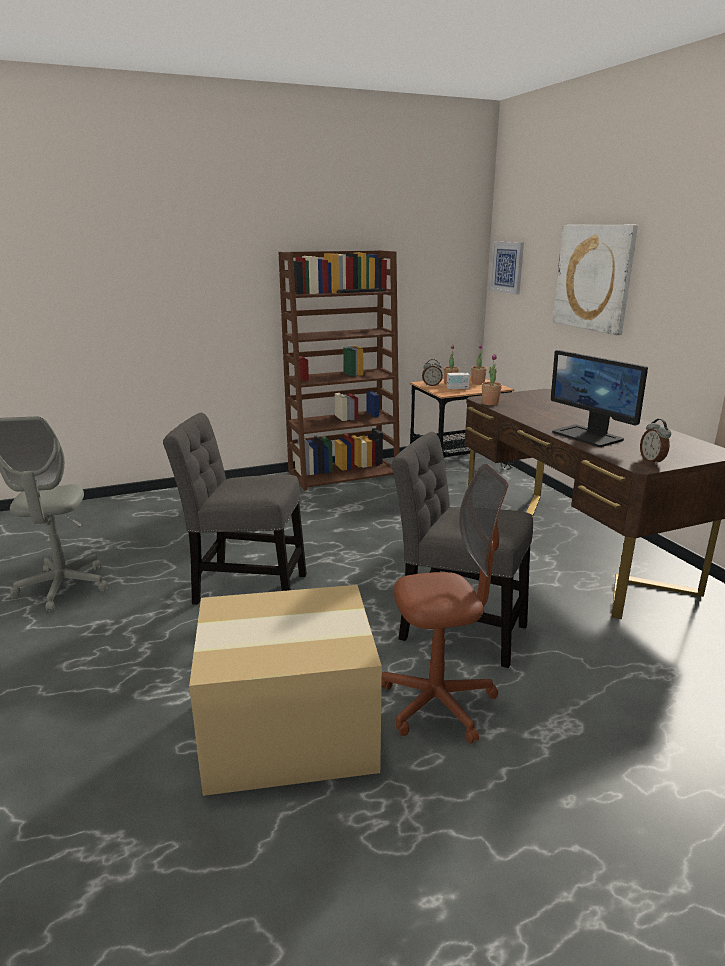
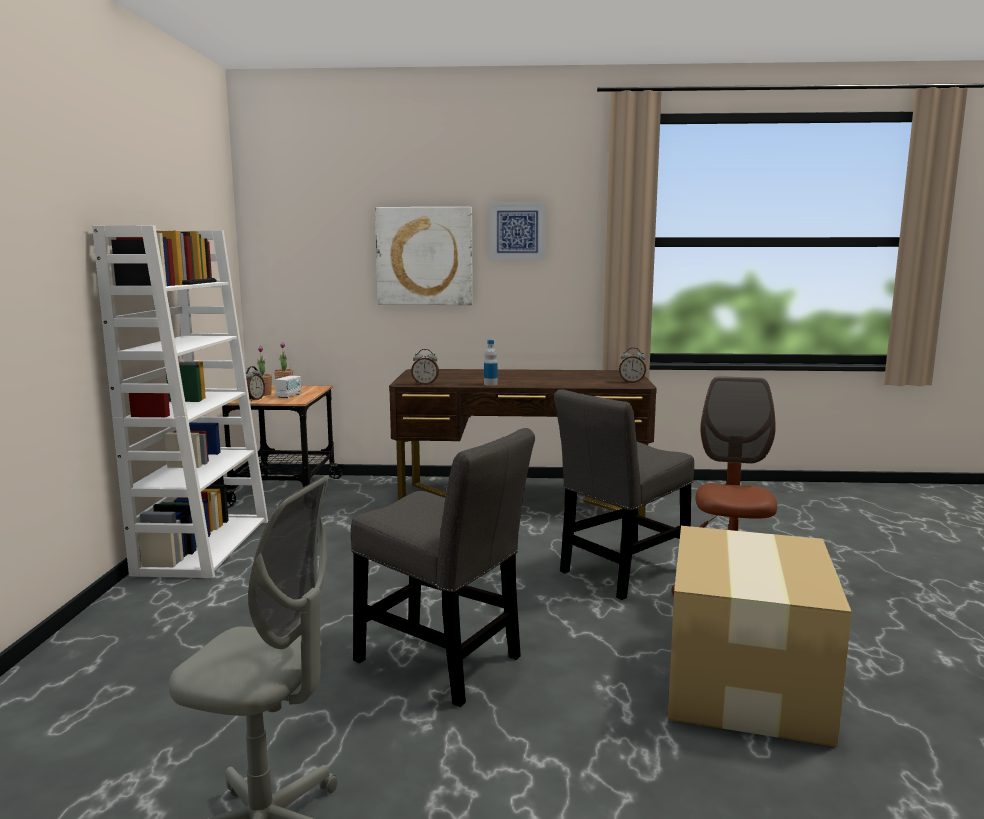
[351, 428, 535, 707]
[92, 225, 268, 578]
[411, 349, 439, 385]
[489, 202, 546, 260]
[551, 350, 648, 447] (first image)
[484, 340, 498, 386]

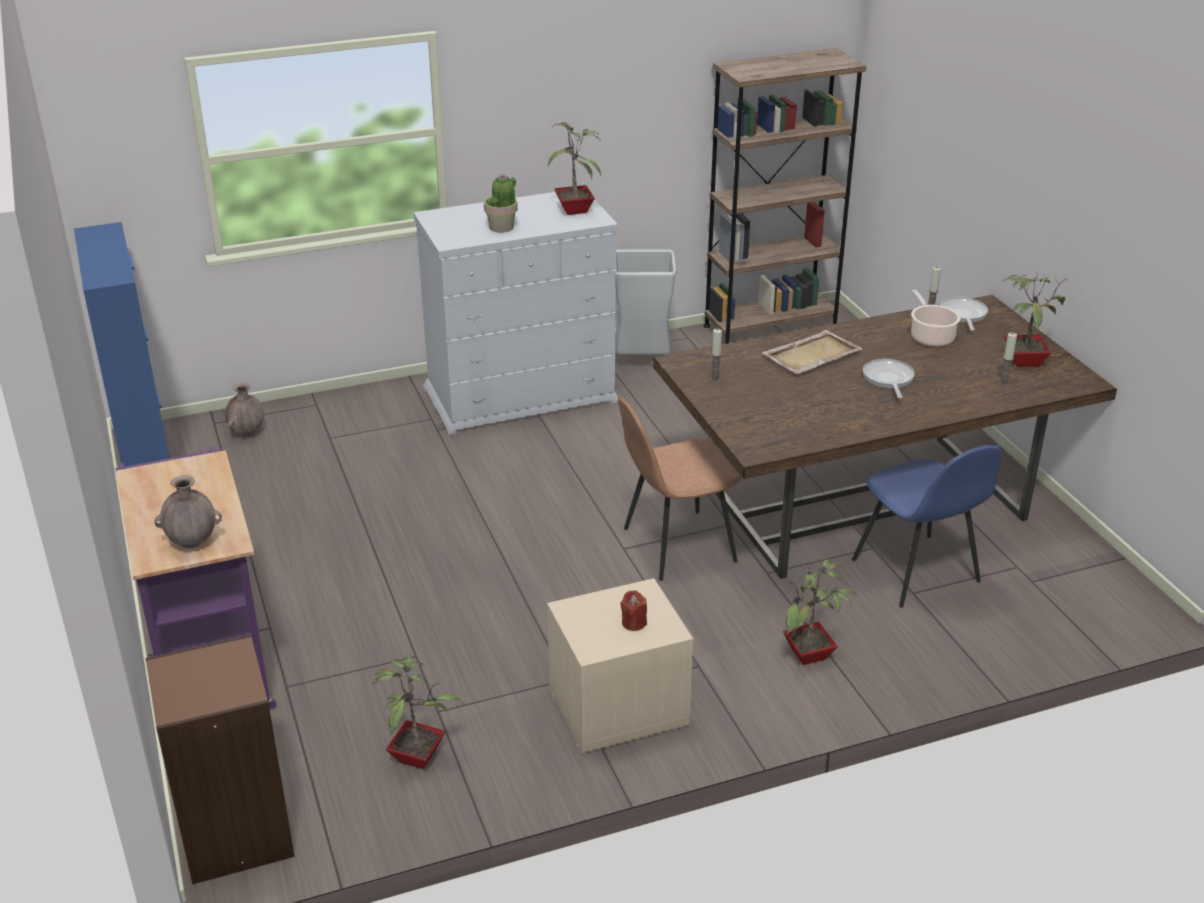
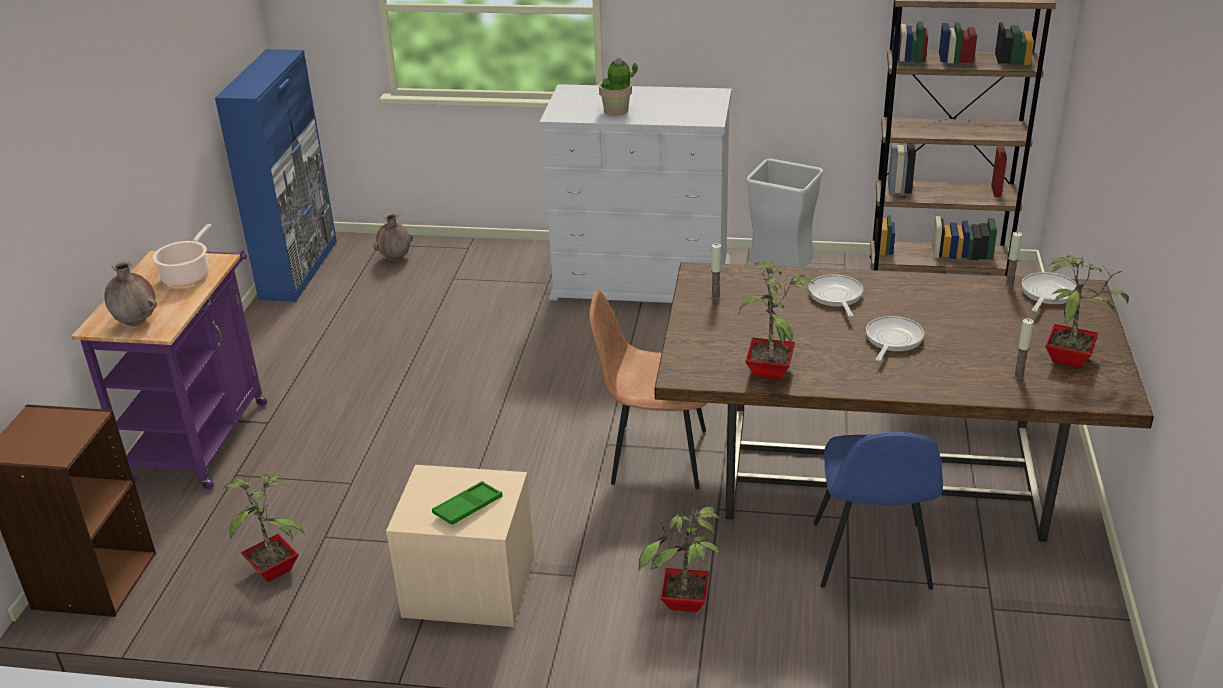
[739, 261, 814, 379]
[432, 481, 503, 525]
[808, 274, 863, 317]
[153, 224, 212, 287]

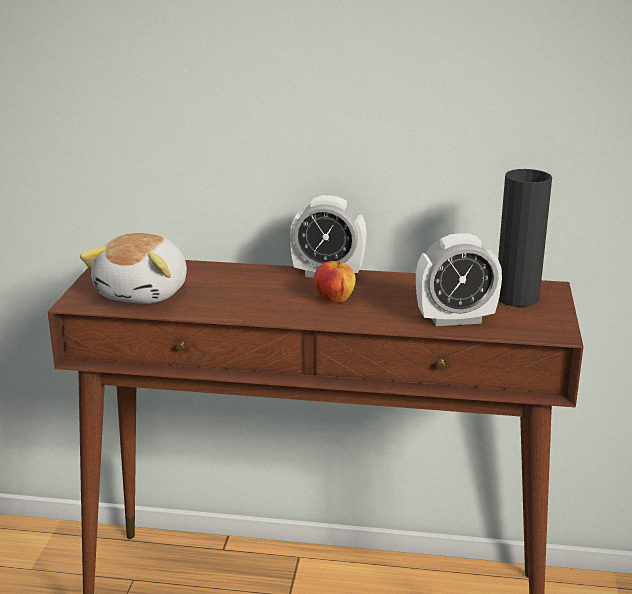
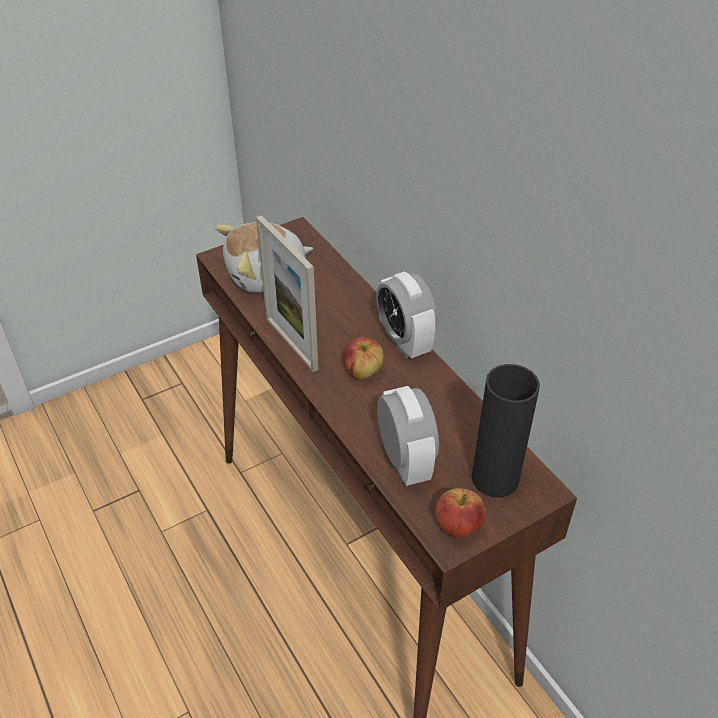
[377, 386, 439, 486]
[256, 215, 318, 372]
[435, 488, 486, 538]

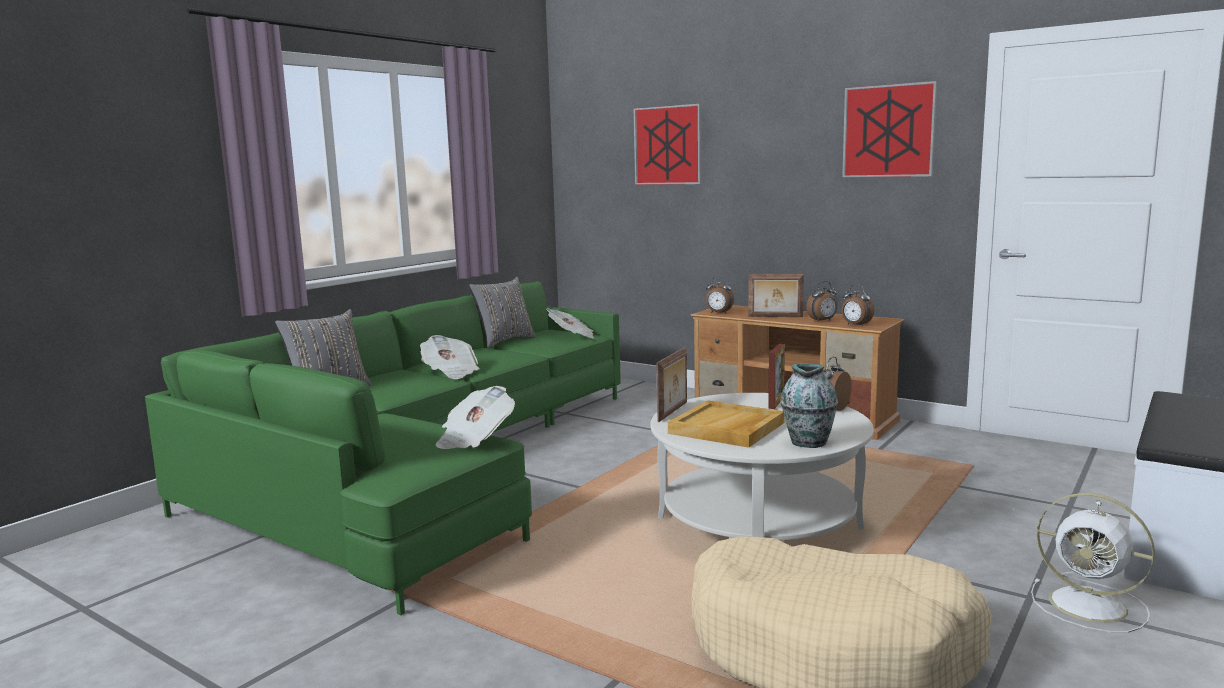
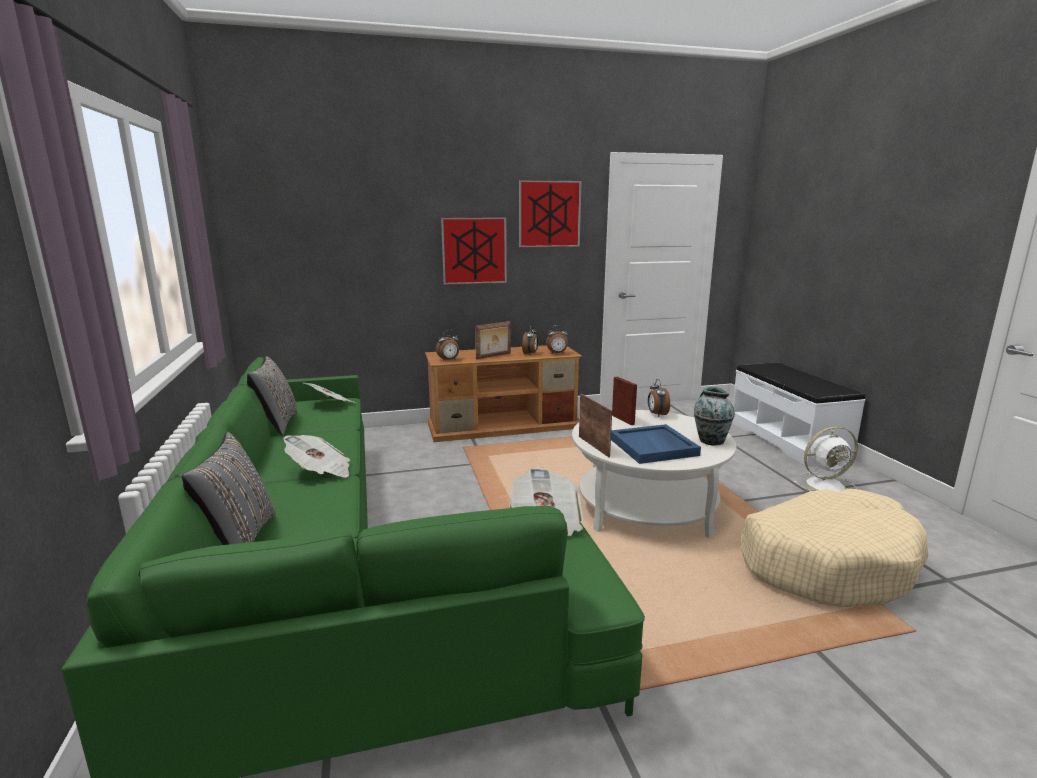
[441, 217, 507, 285]
[611, 424, 701, 464]

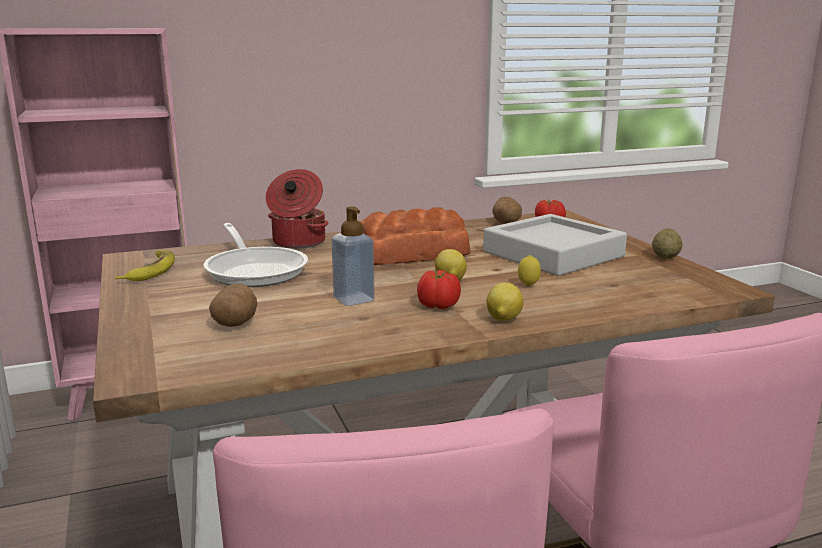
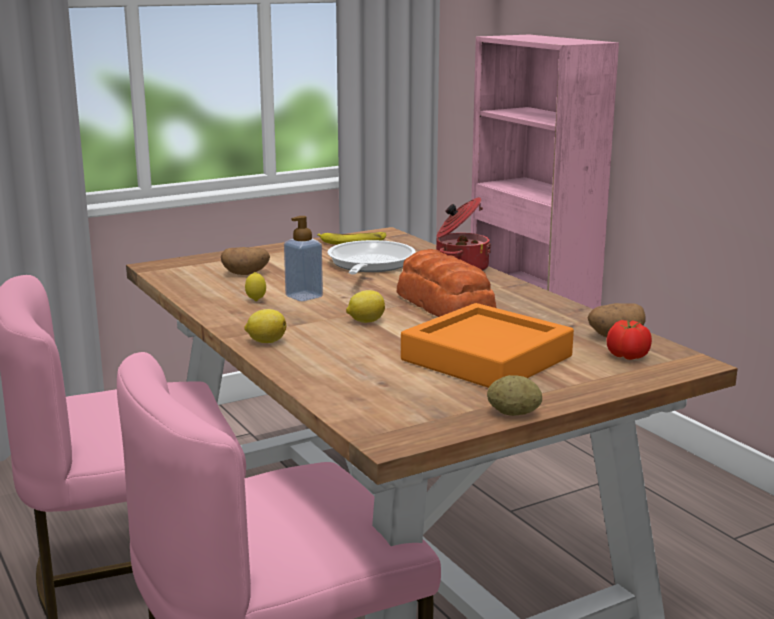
[327, 240, 416, 274]
[417, 270, 461, 309] (first image)
[401, 303, 574, 388]
[245, 272, 266, 301]

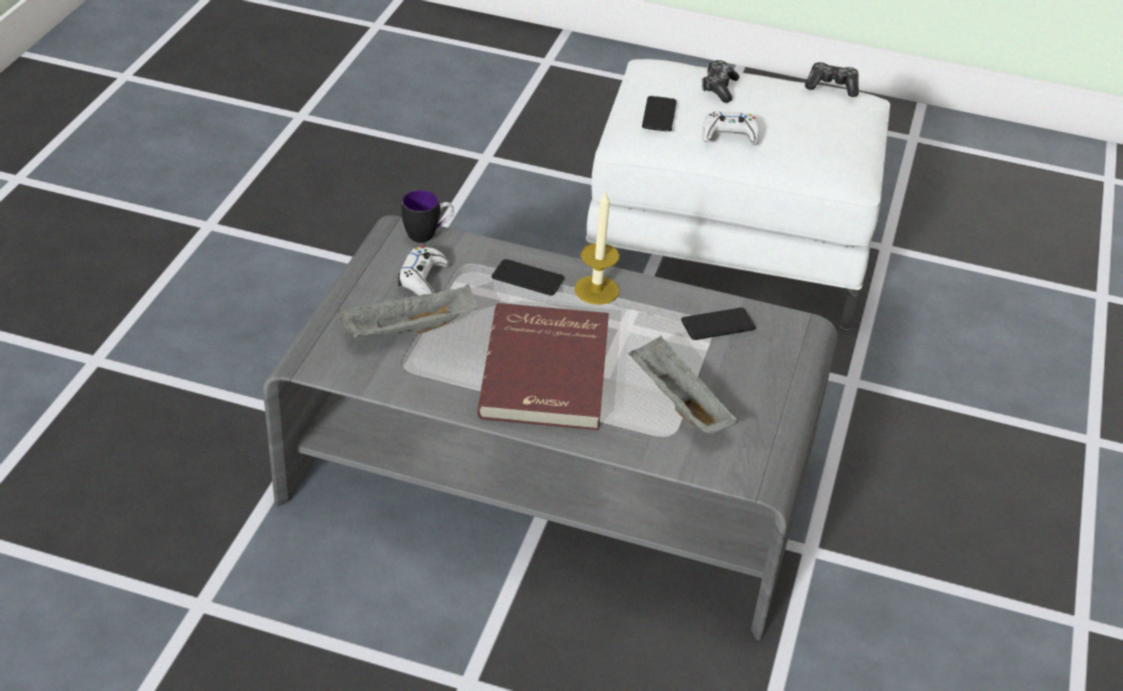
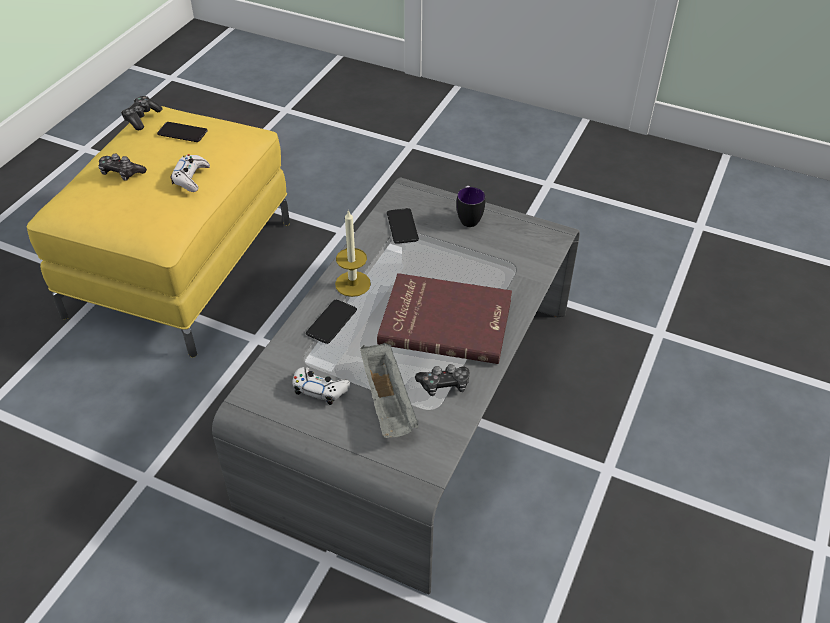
[456, 186, 485, 227]
[26, 106, 290, 357]
[628, 336, 738, 434] (first image)
[157, 122, 208, 142]
[415, 364, 470, 396]

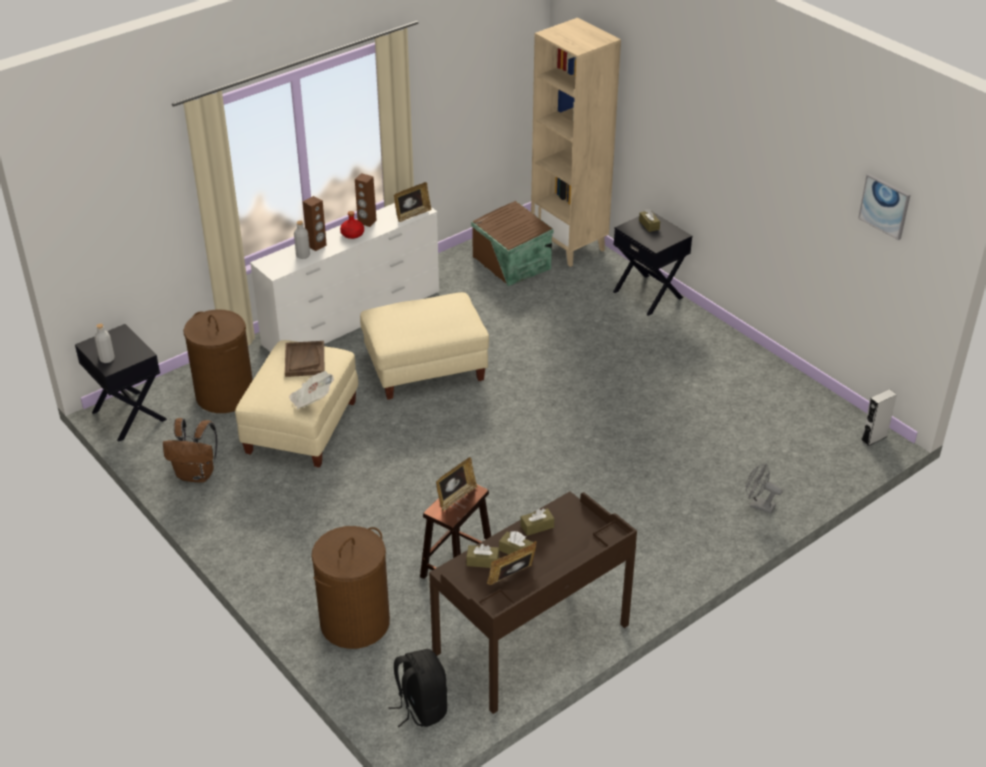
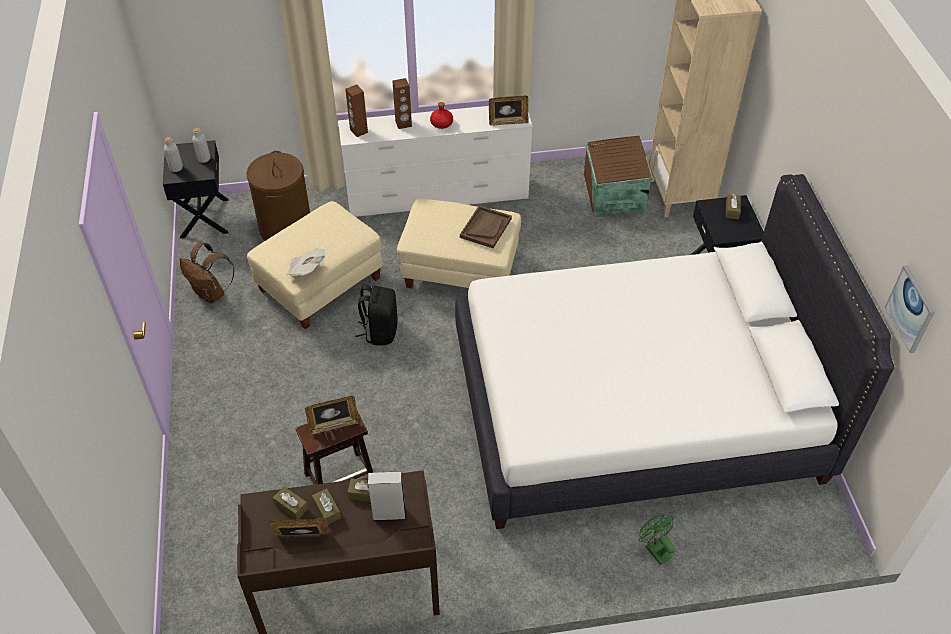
[460, 206, 512, 248]
[192, 128, 210, 163]
[311, 526, 390, 649] (first image)
[345, 85, 368, 137]
[355, 285, 398, 345]
[639, 514, 675, 565]
[368, 471, 406, 521]
[455, 174, 894, 529]

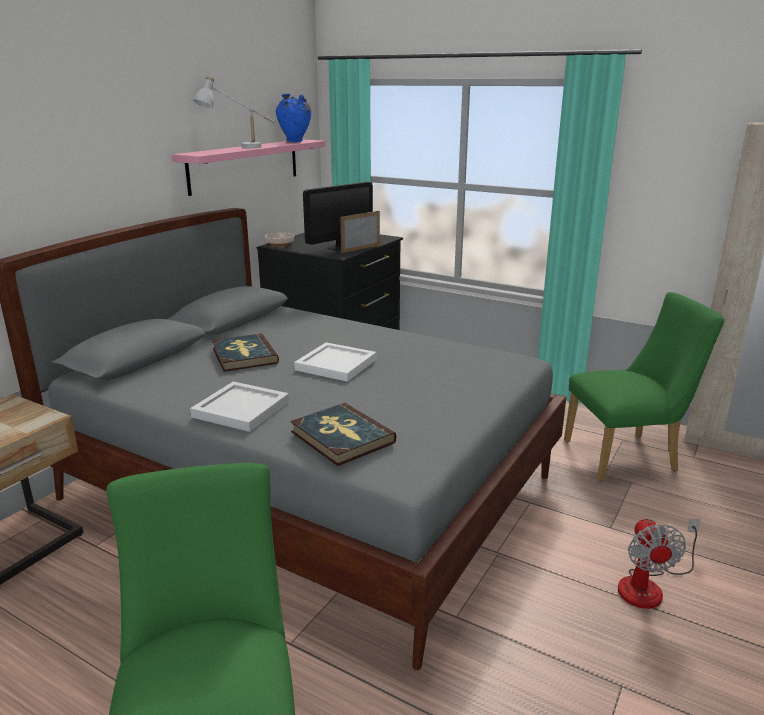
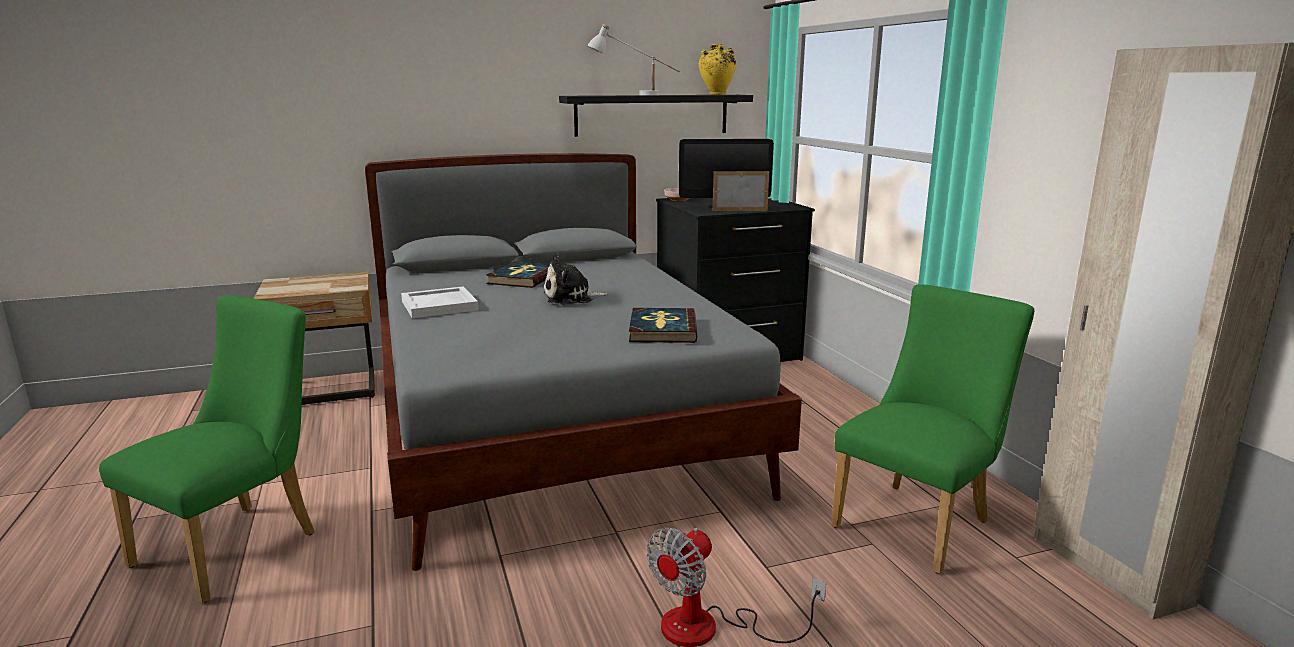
[559, 95, 753, 137]
[699, 44, 736, 95]
[629, 308, 698, 343]
[544, 253, 607, 305]
[831, 285, 1034, 574]

